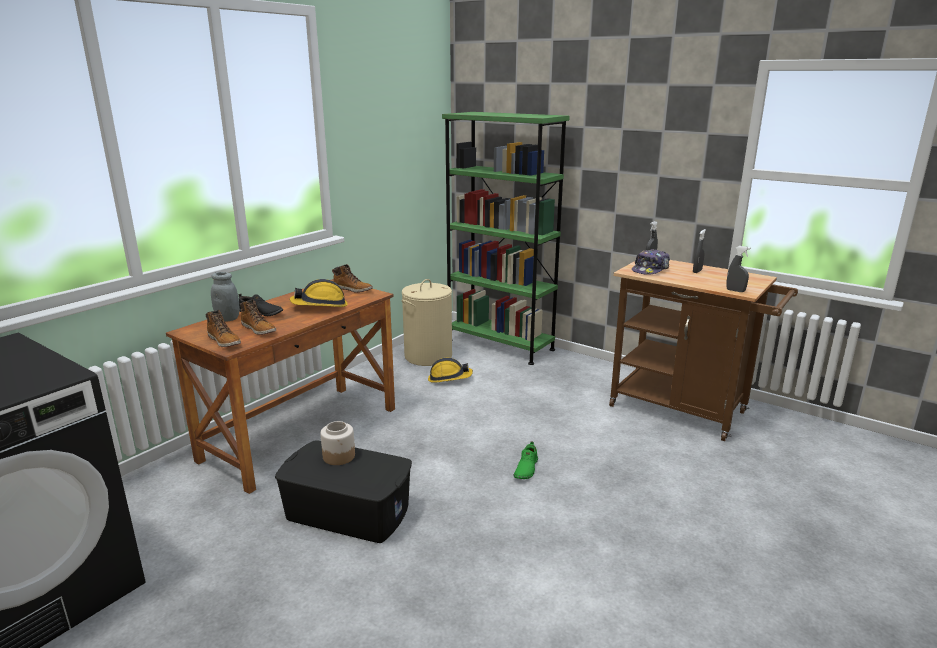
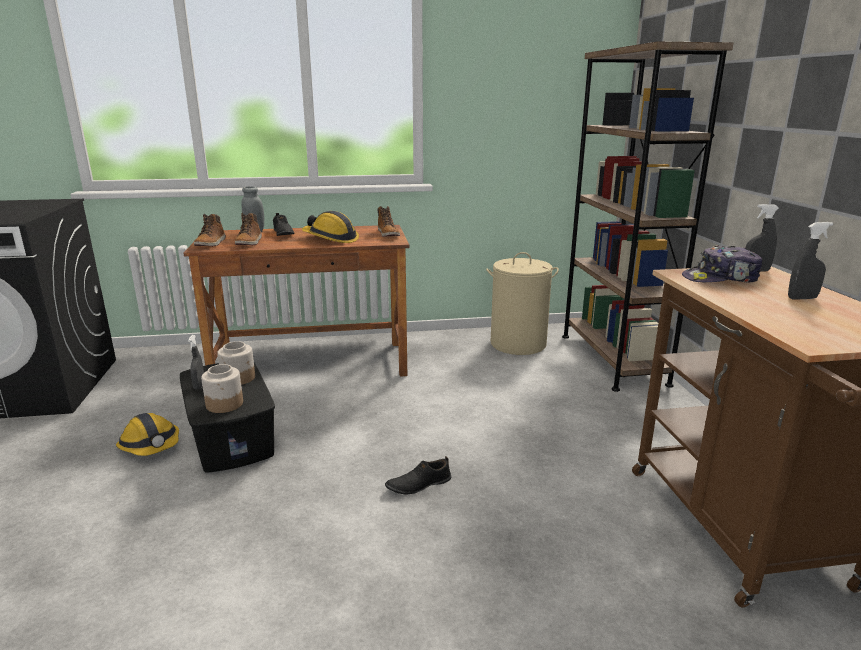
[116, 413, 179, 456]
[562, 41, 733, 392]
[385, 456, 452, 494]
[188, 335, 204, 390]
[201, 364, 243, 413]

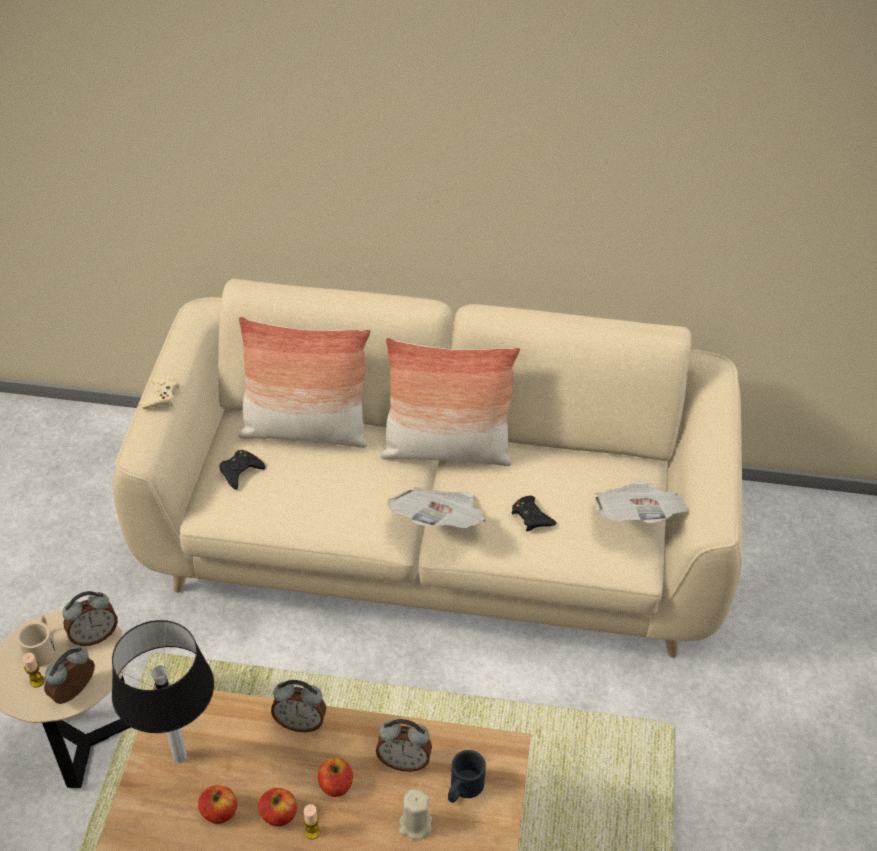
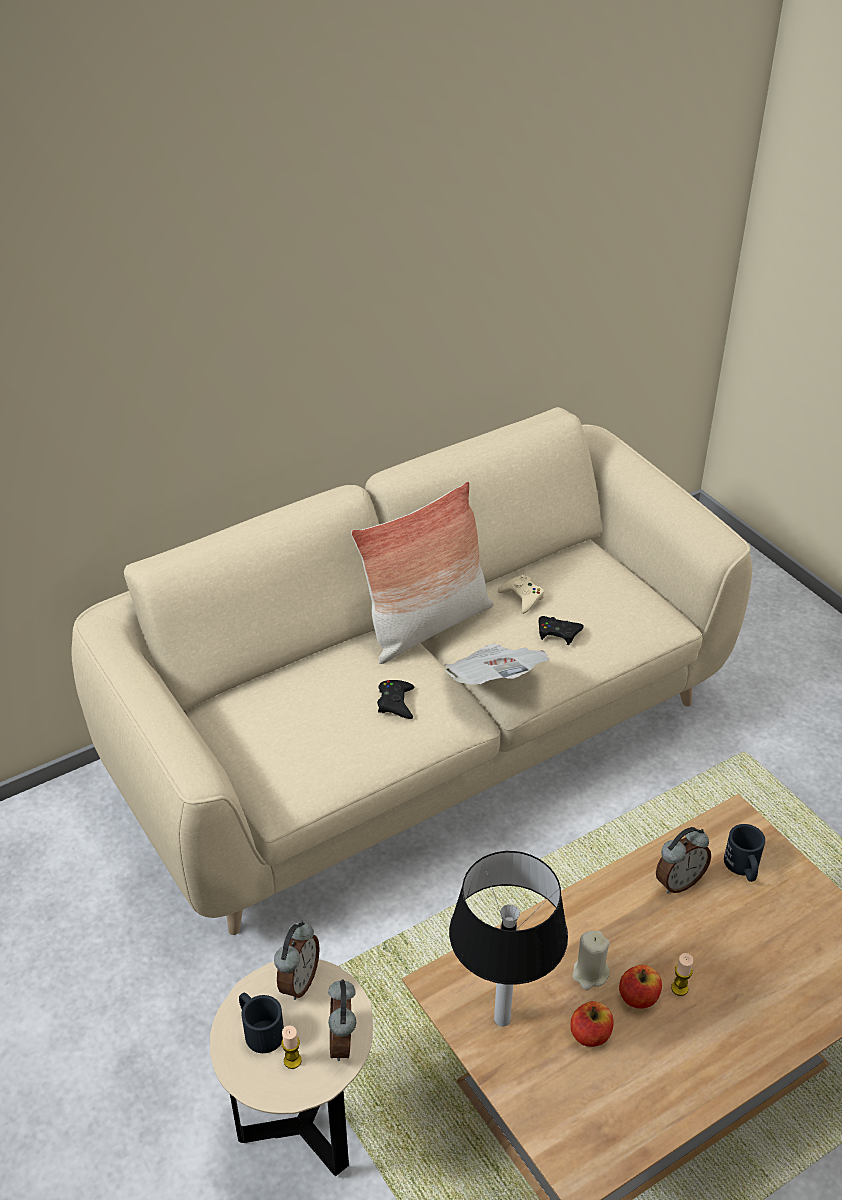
[239, 993, 284, 1053]
[498, 575, 544, 614]
[377, 680, 414, 719]
[238, 316, 370, 448] (first image)
[271, 680, 326, 732] (first image)
[318, 757, 353, 797] (first image)
[572, 931, 610, 990]
[594, 480, 689, 524] (first image)

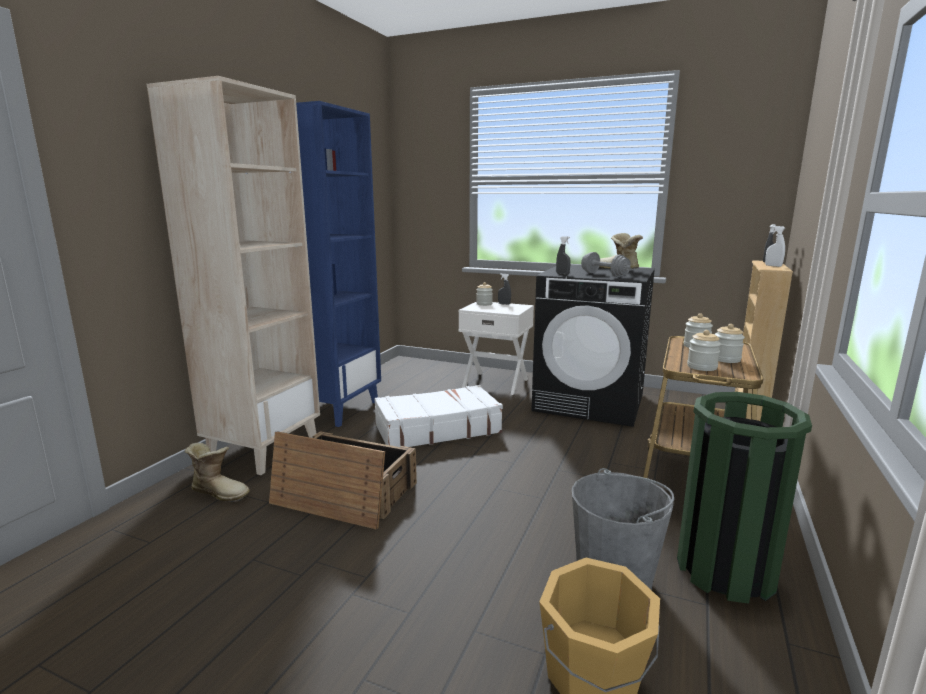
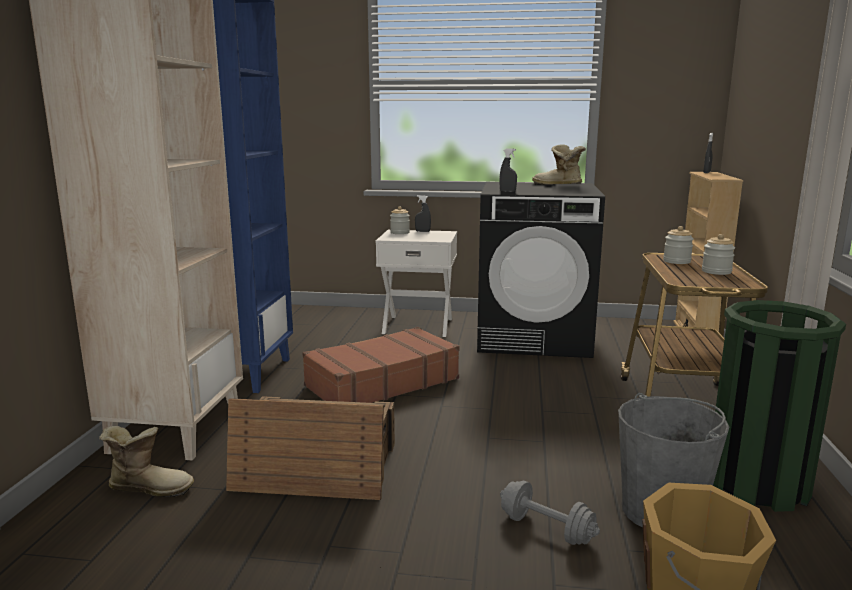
[303, 327, 460, 403]
[500, 481, 600, 545]
[687, 330, 721, 371] (first image)
[765, 226, 785, 267] (first image)

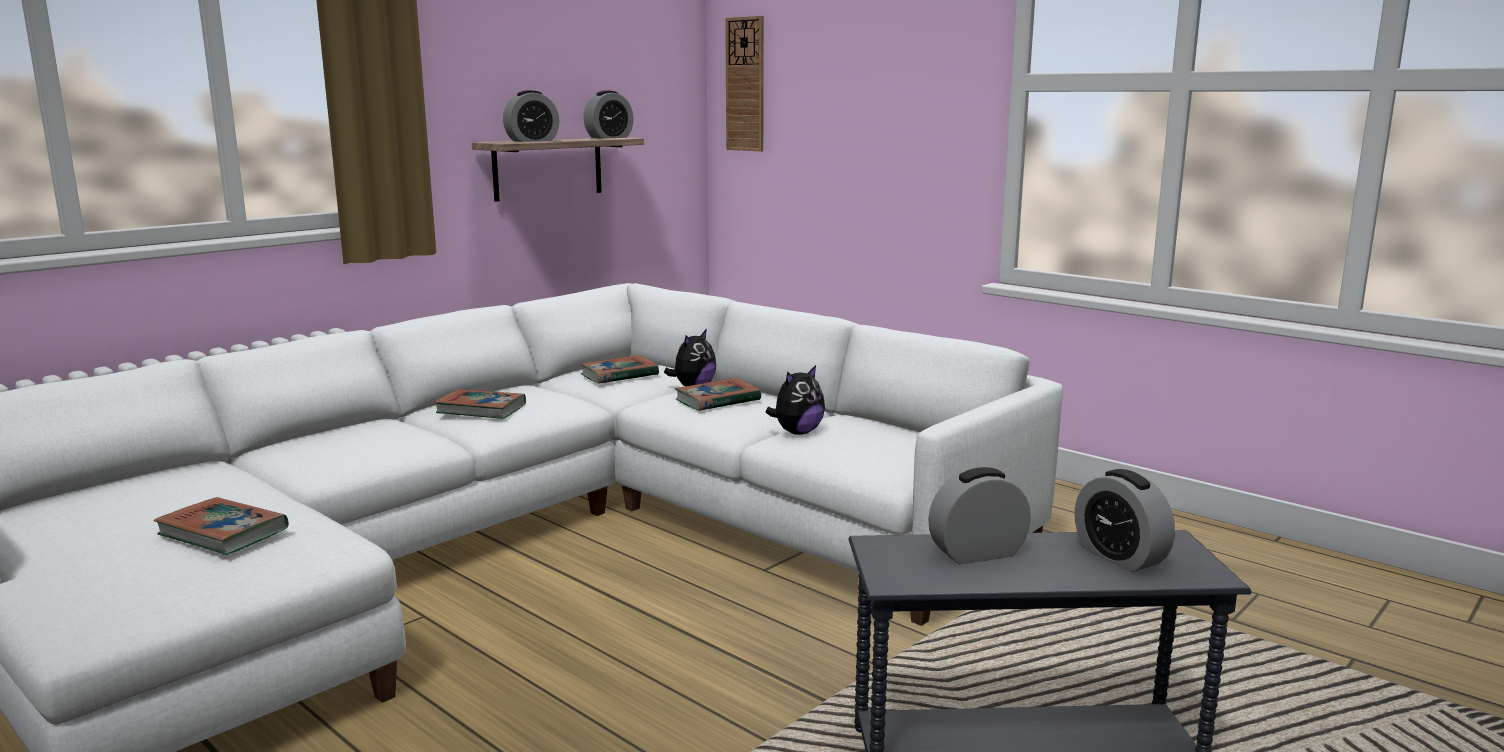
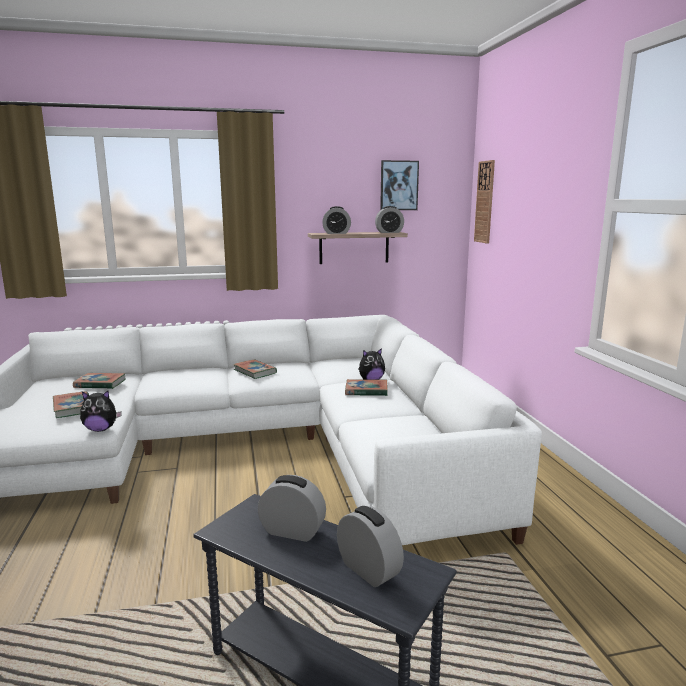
[73, 373, 126, 389]
[80, 391, 122, 432]
[337, 506, 404, 587]
[380, 160, 419, 210]

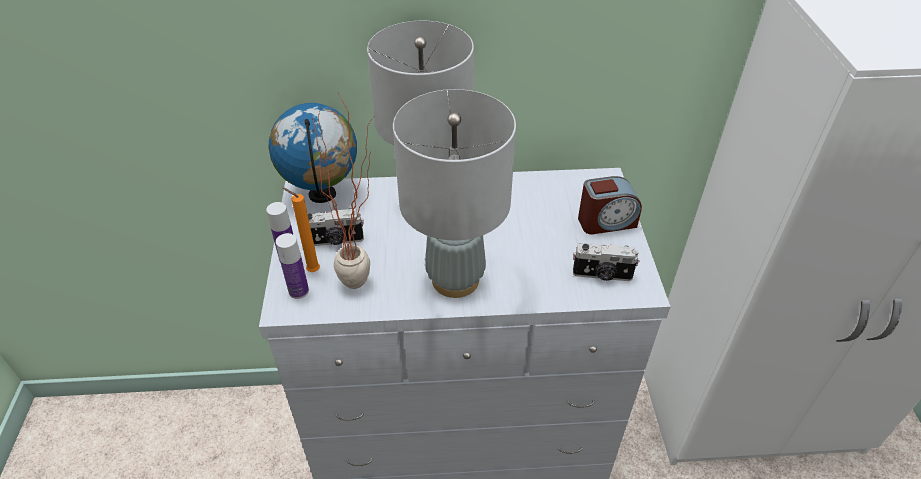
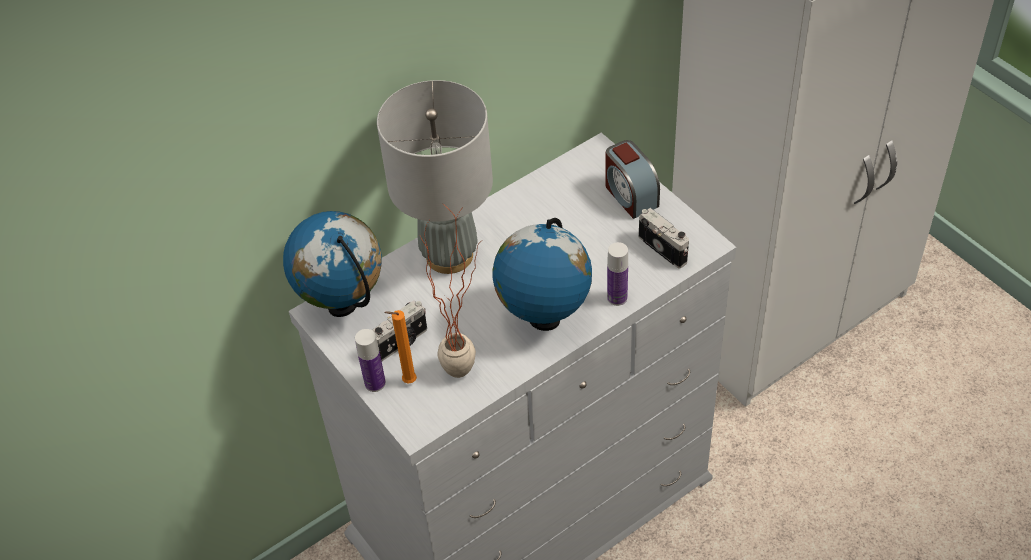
[607, 242, 628, 306]
[493, 218, 592, 331]
[639, 208, 689, 269]
[605, 140, 660, 219]

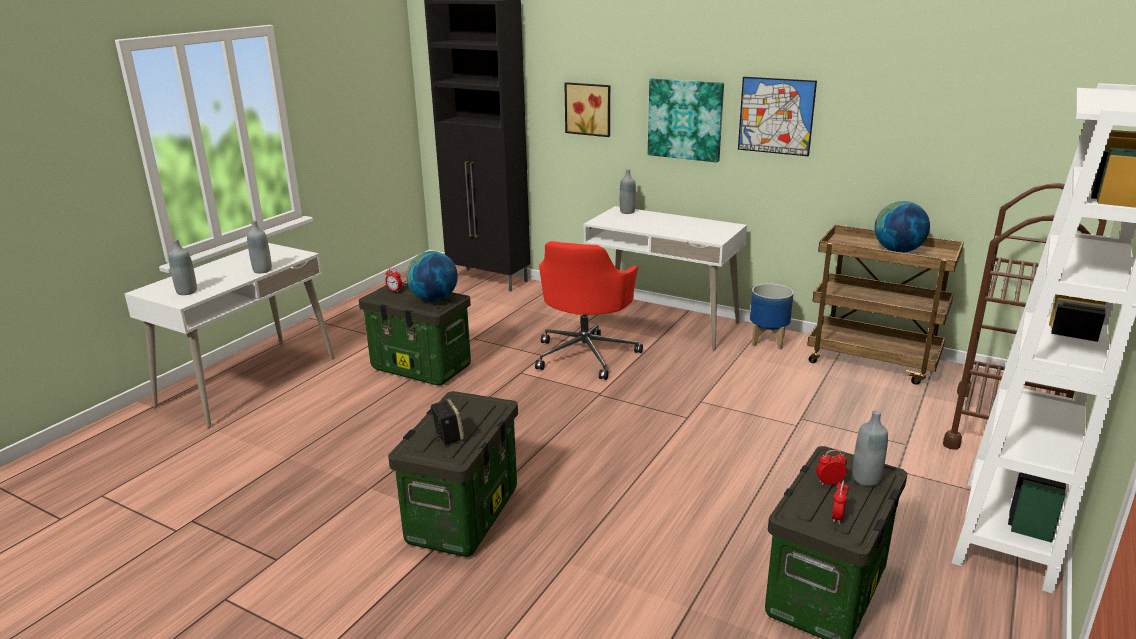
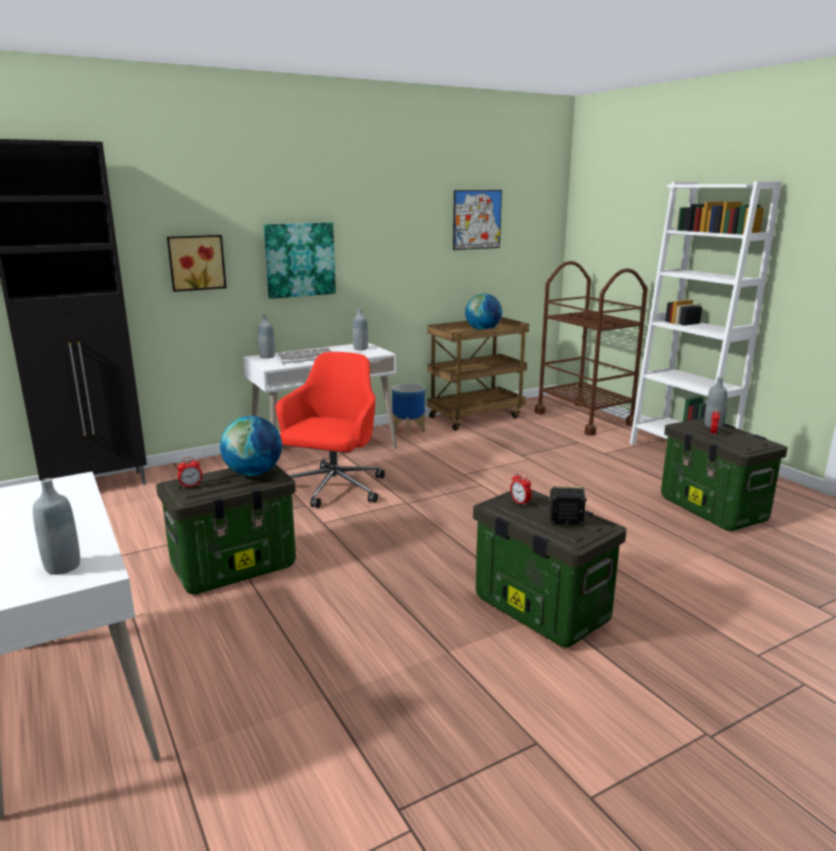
[353, 308, 368, 350]
[276, 352, 385, 508]
[453, 190, 502, 250]
[510, 472, 532, 506]
[274, 348, 332, 364]

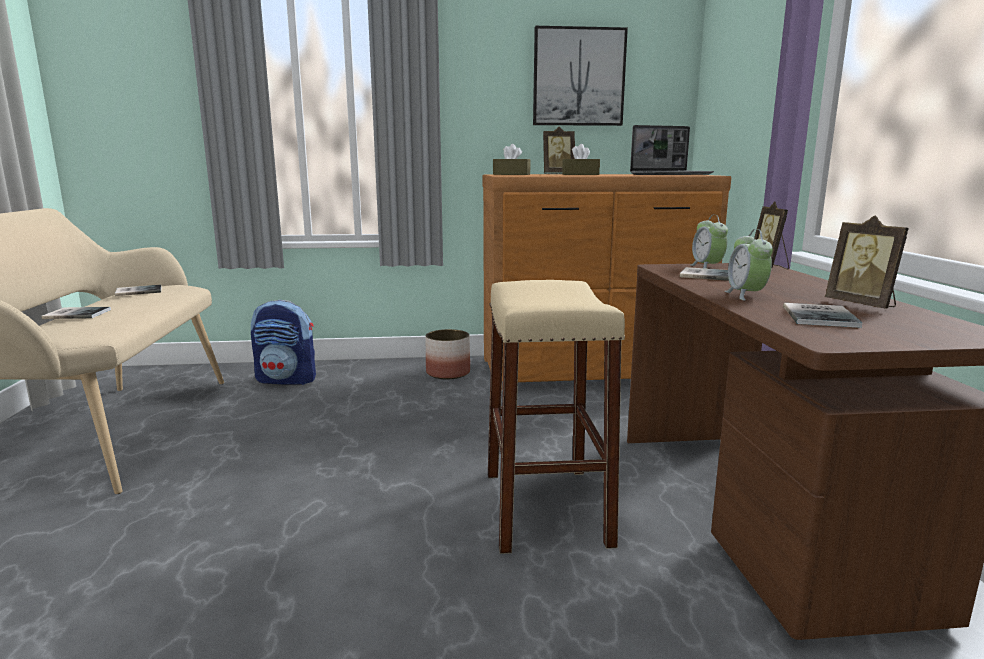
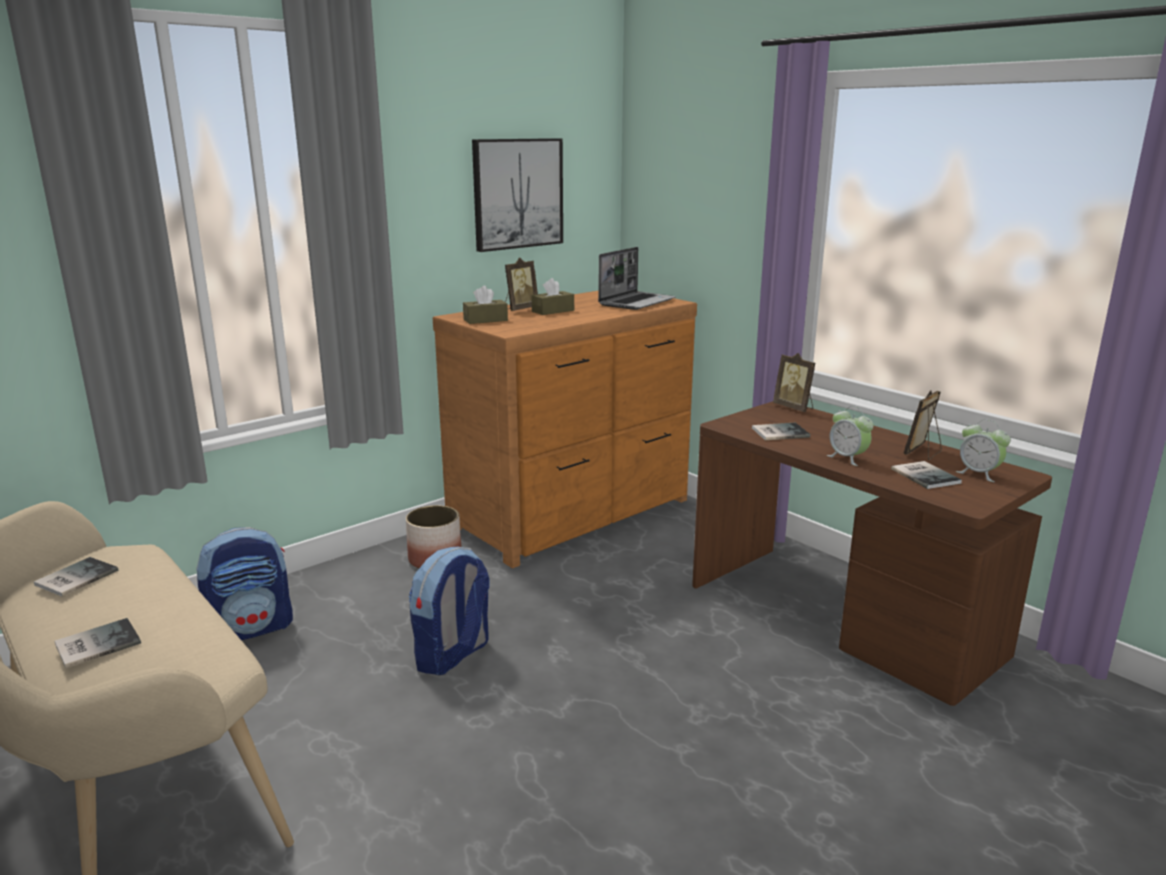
[488, 280, 625, 554] (first image)
[956, 420, 1011, 482]
[903, 390, 942, 460]
[409, 547, 490, 675]

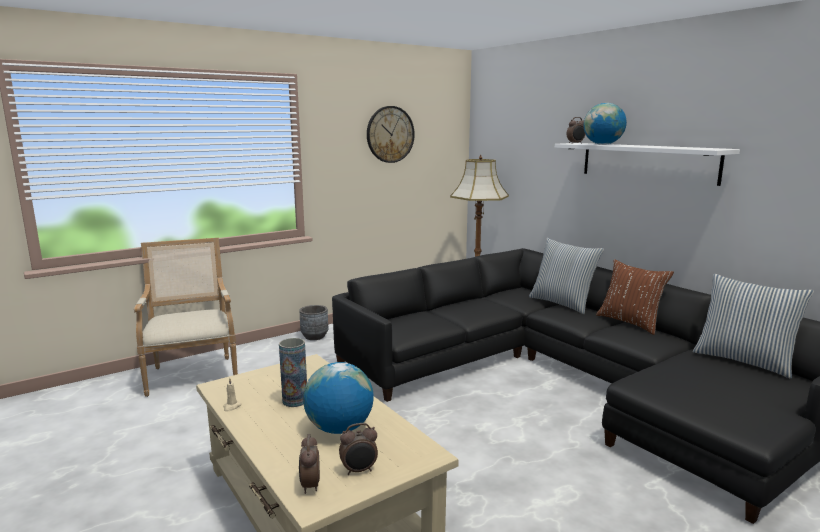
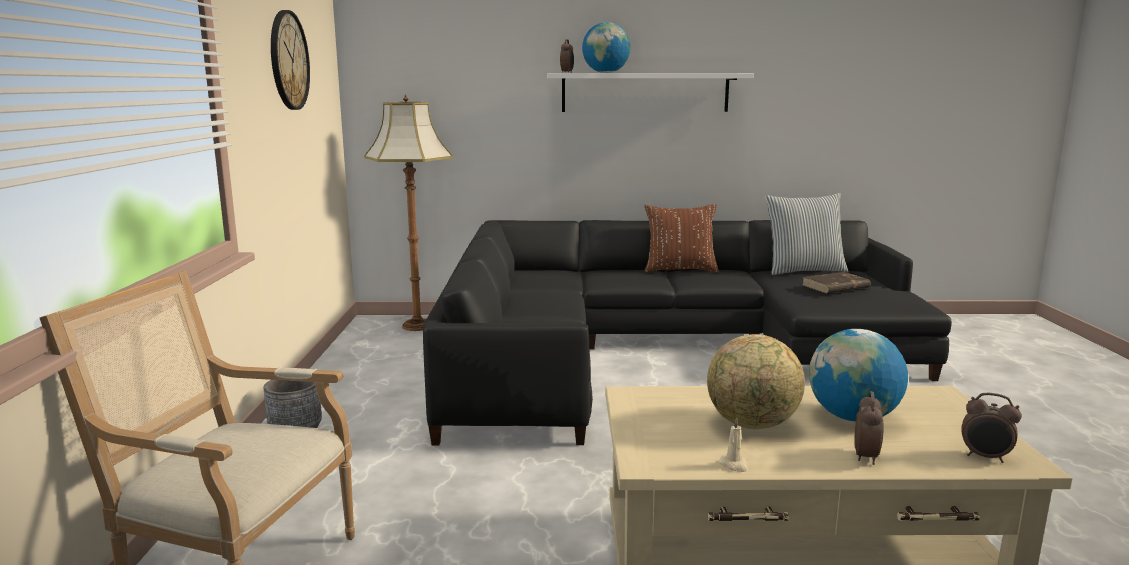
[707, 334, 805, 429]
[854, 391, 884, 465]
[529, 238, 604, 314] (first image)
[802, 272, 871, 293]

